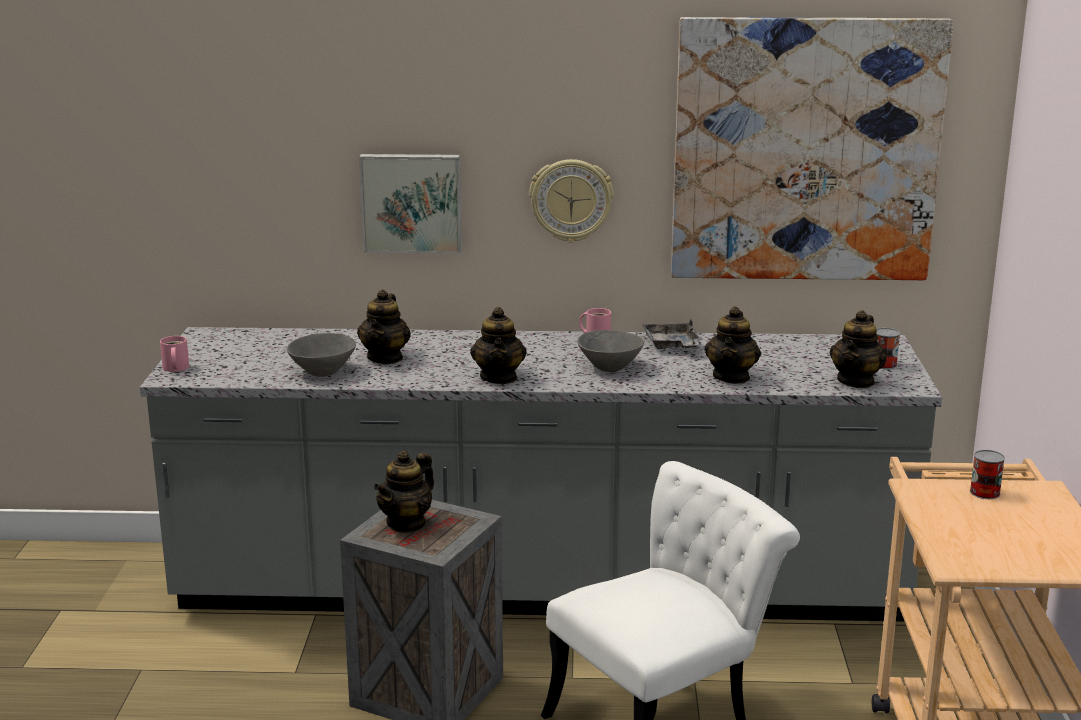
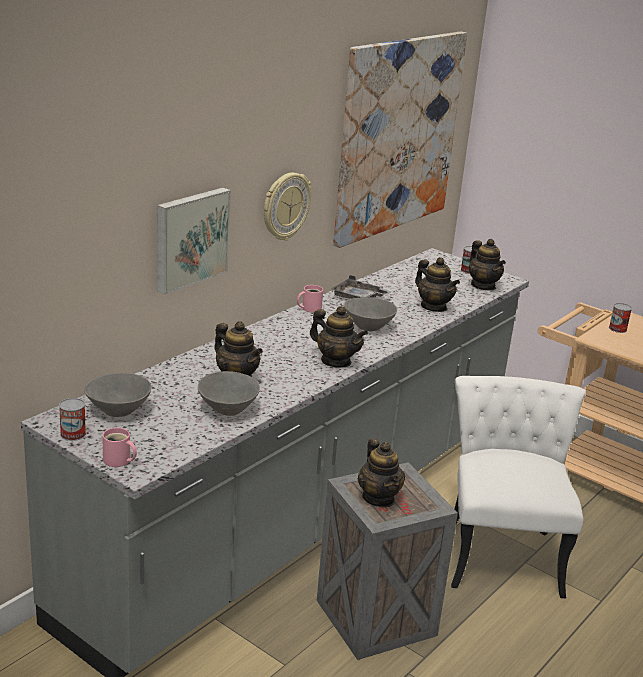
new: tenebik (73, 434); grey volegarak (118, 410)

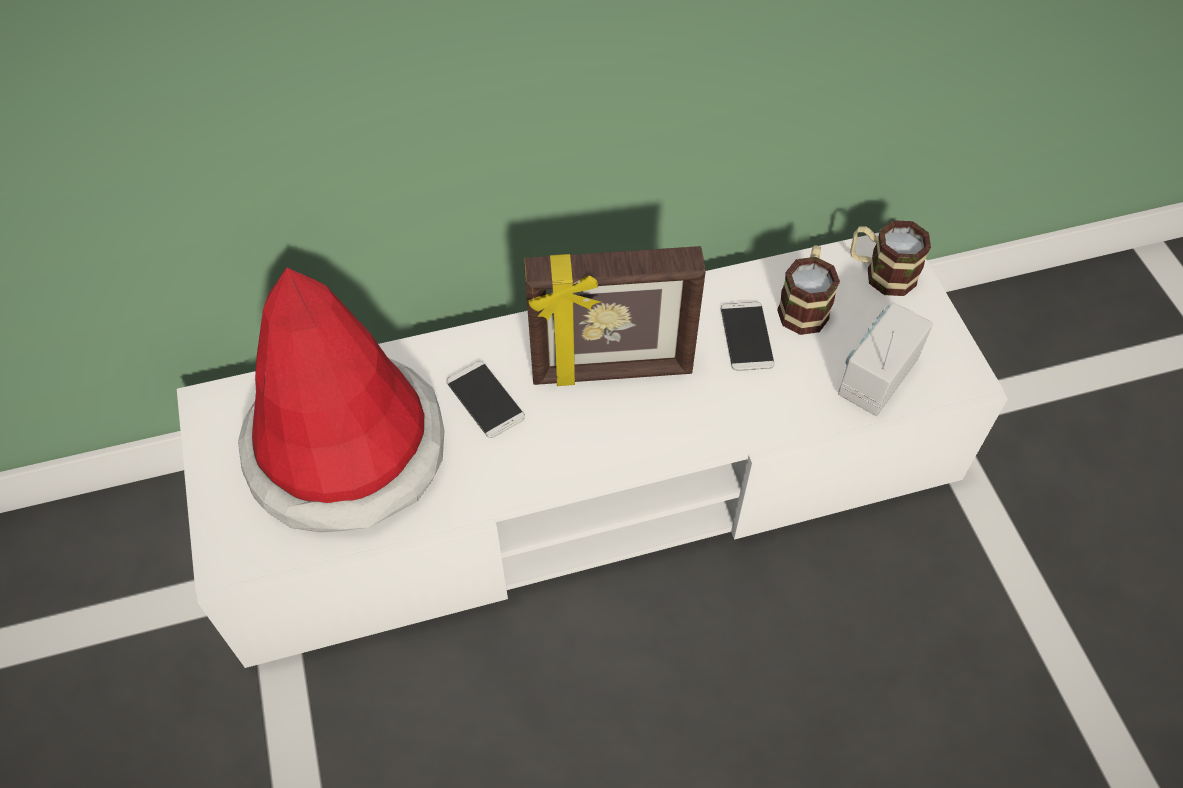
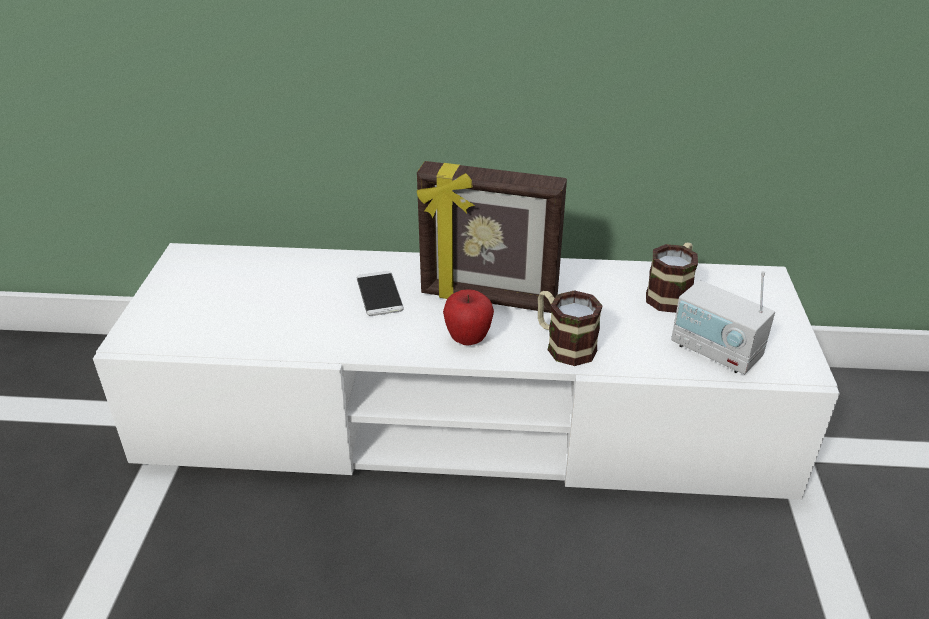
gone: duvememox (347, 450); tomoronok (746, 336)
new: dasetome (468, 339)
shifted: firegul (880, 273) to (563, 345)
rotated: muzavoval (876, 378) = (715, 351) 105 degrees counterclockwise

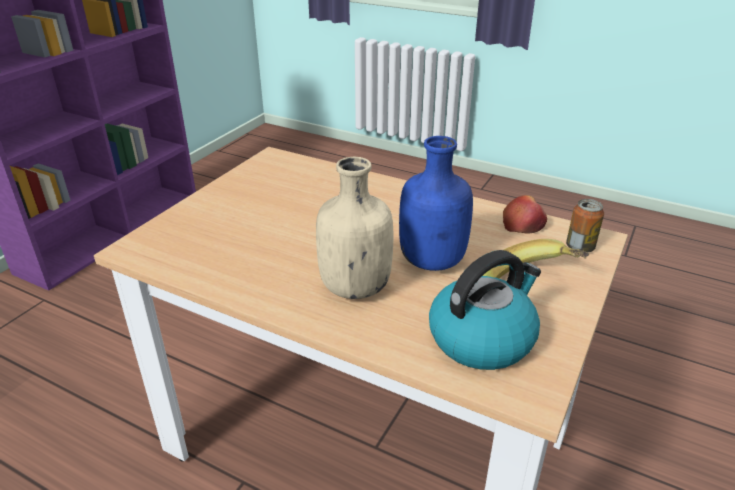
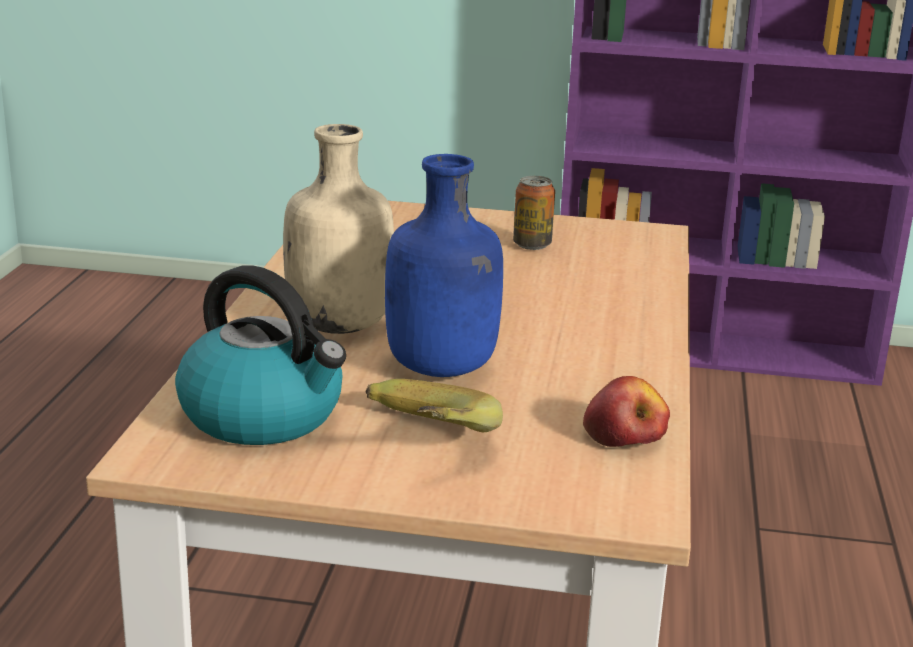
shifted: tenebik (580, 247) to (532, 245)

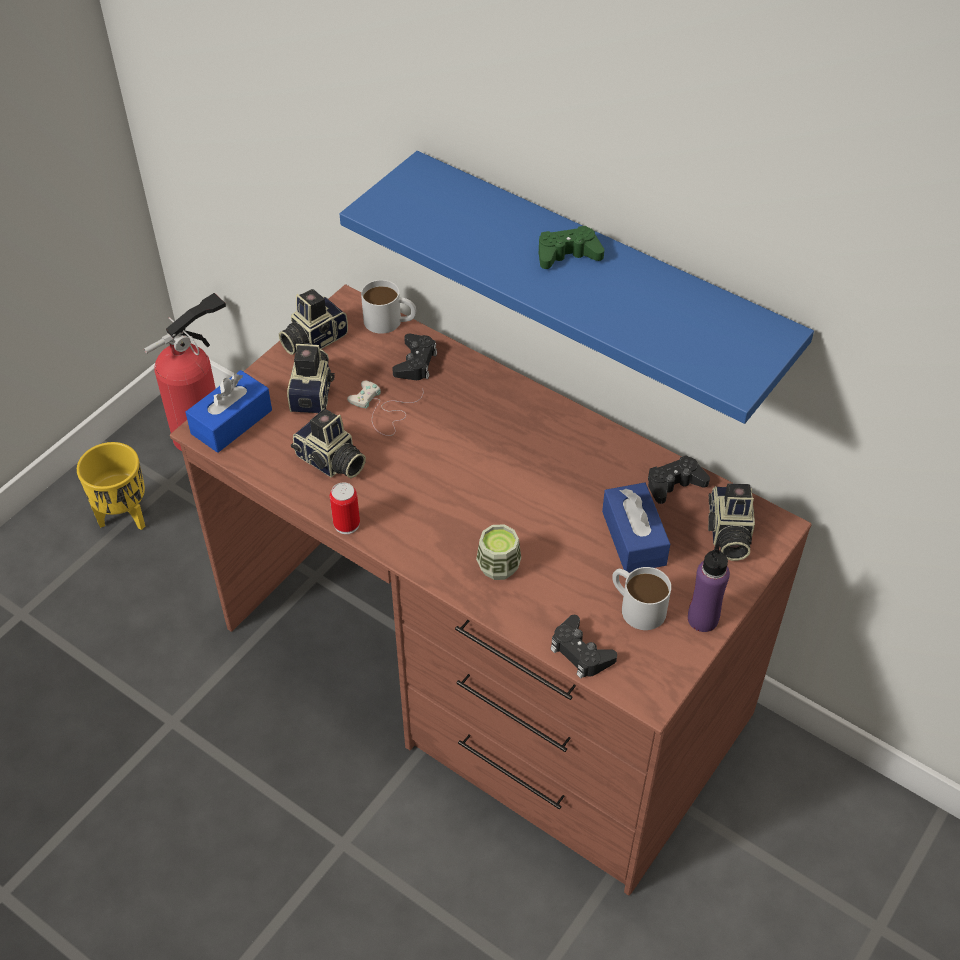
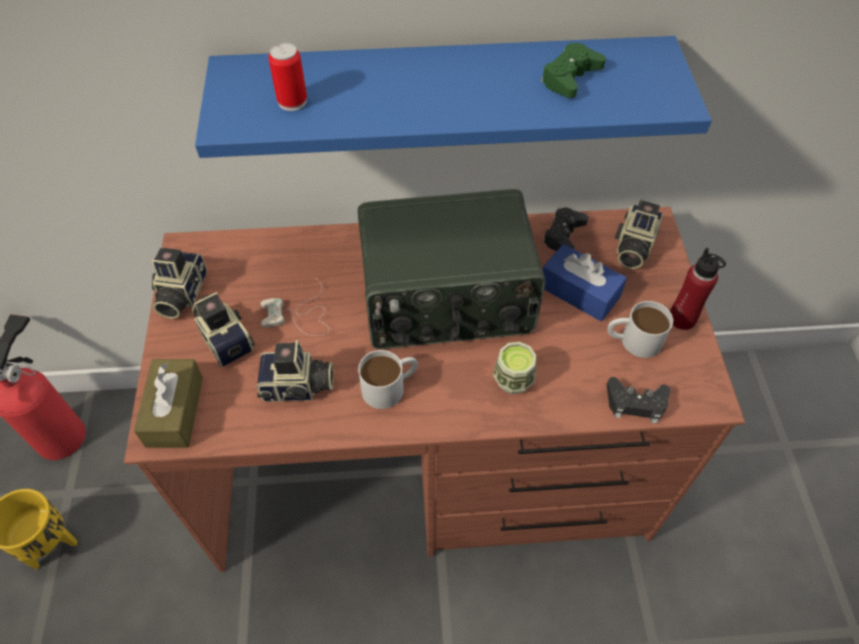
gone: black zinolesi (416, 362)
new: muzavoval (447, 300)
shifted: tenebik (346, 524) to (292, 101); white firegul (390, 321) to (390, 386); green zinolesi (567, 254) to (570, 77)
repainted: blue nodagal (231, 422) to brown nodagal (175, 411); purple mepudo (702, 619) to red mepudo (682, 319)
rotated: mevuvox (728, 534) = (632, 247) 60 degrees clockwise

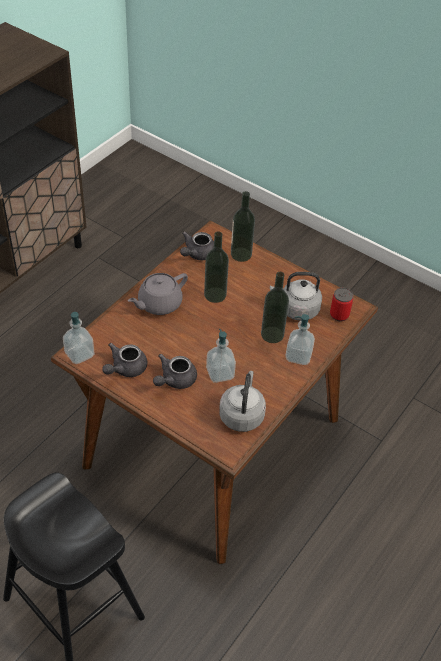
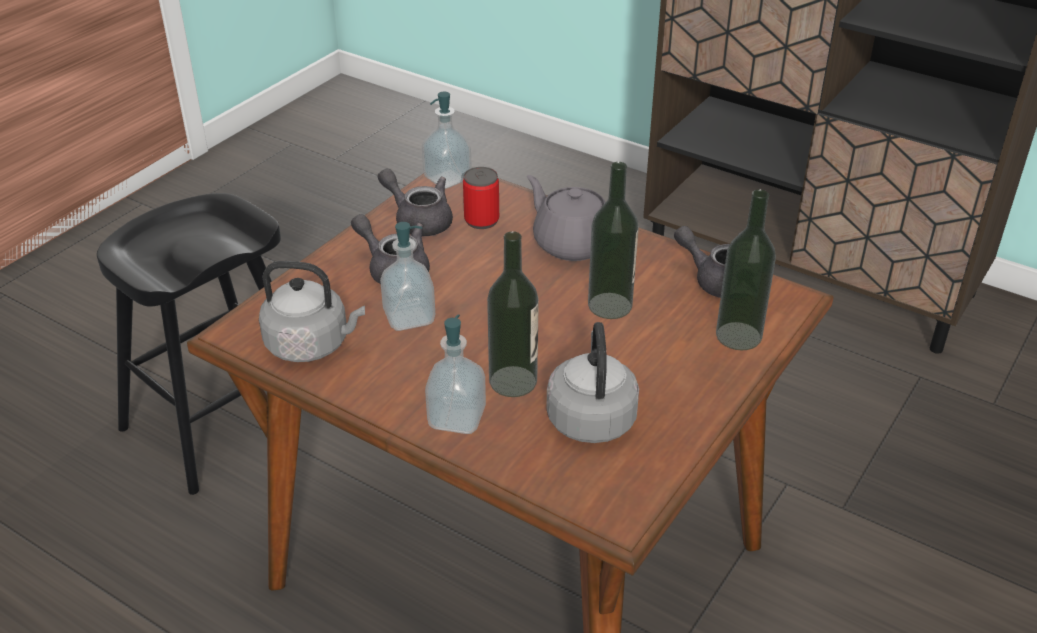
shifted: tenebik (339, 314) to (481, 220)

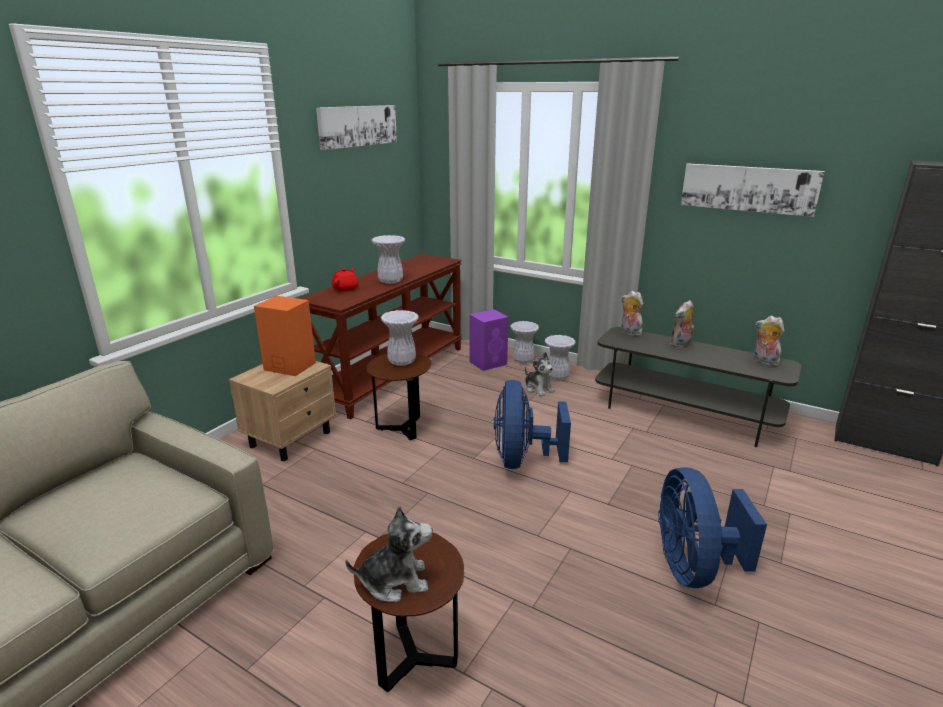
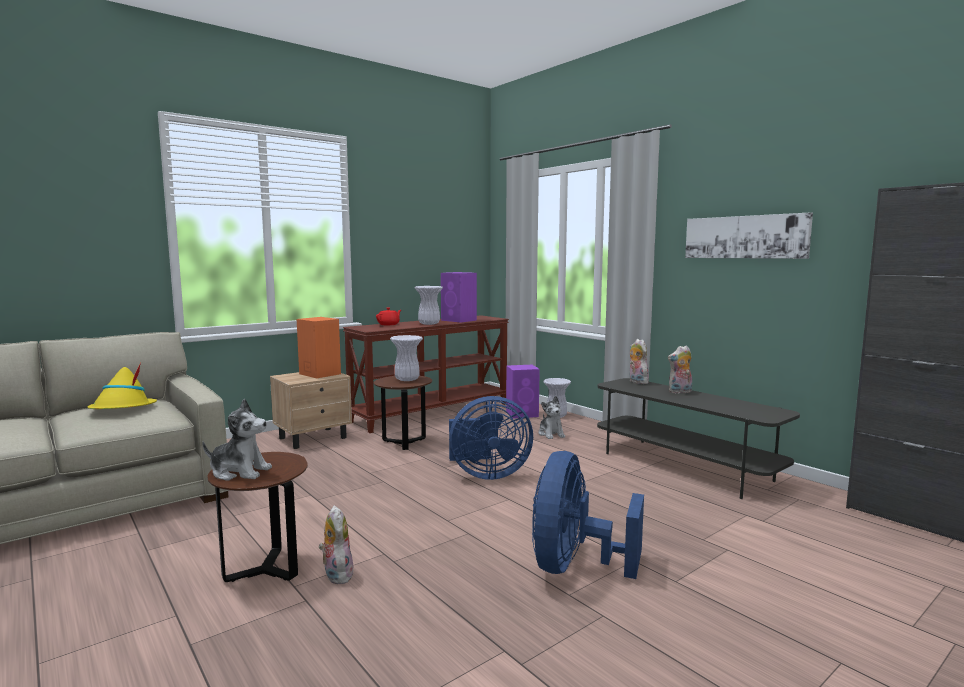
gone: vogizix (357, 126); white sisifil (558, 377)
new: yellow duvememox (122, 409); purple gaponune (459, 320)
shifted: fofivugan (763, 362) to (336, 574)
rotated: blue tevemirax (522, 459) = (486, 474) 120 degrees counterclockwise

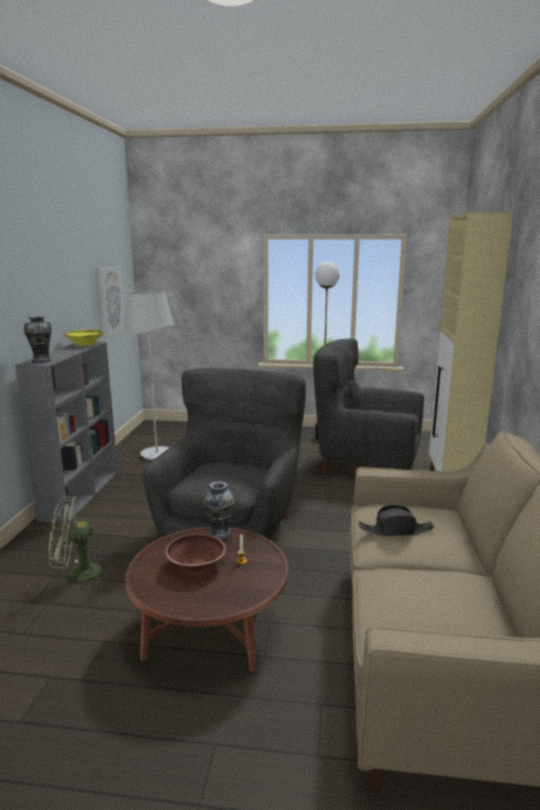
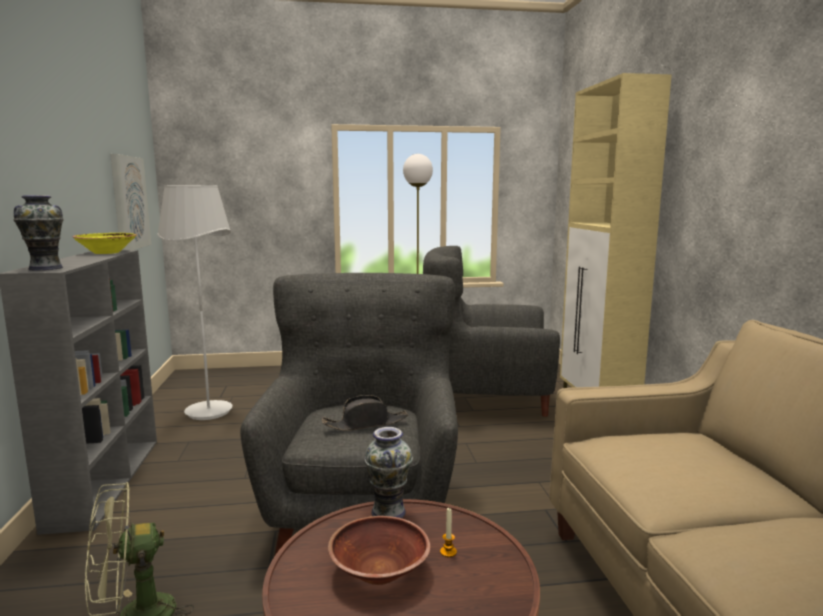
shifted: black duvememox (396, 530) to (366, 423)

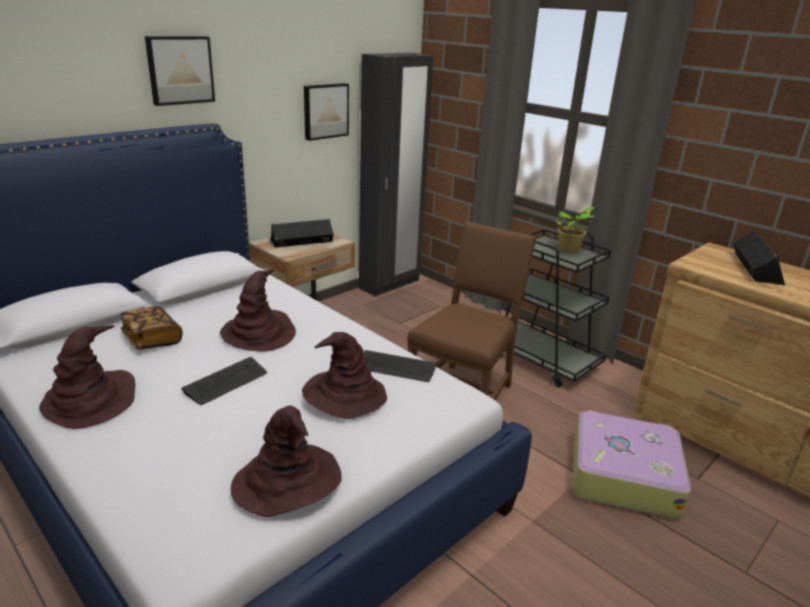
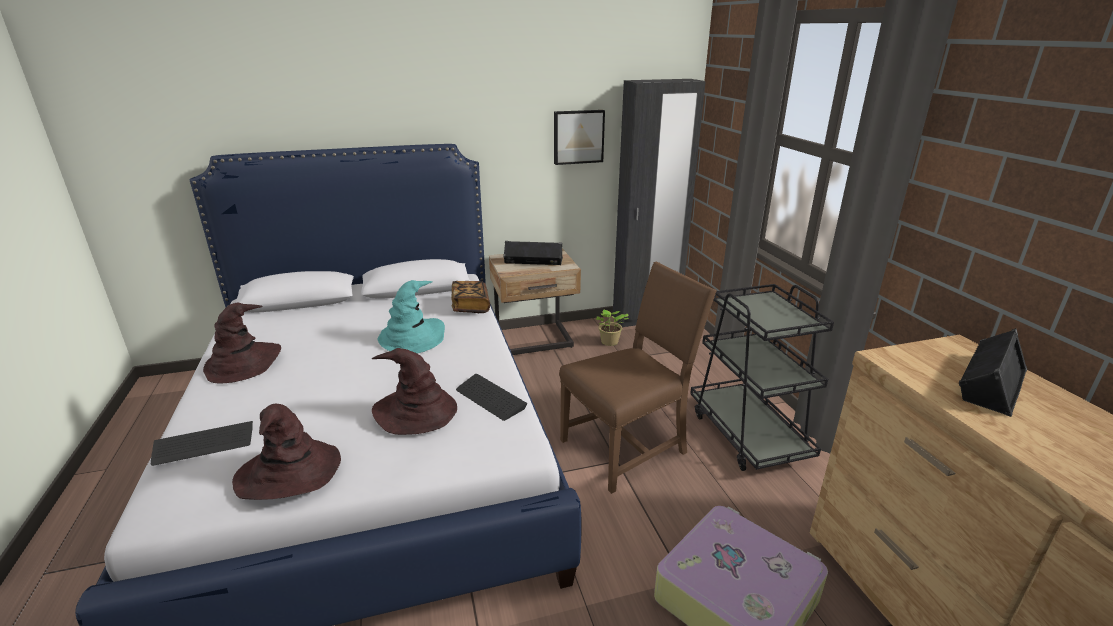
gone: vogizix (180, 70)
shifted: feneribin (152, 339) to (470, 306); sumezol (226, 382) to (204, 444); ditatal (569, 250) to (609, 342)
repainted: brown duvememox (259, 333) to turquoise duvememox (412, 338)

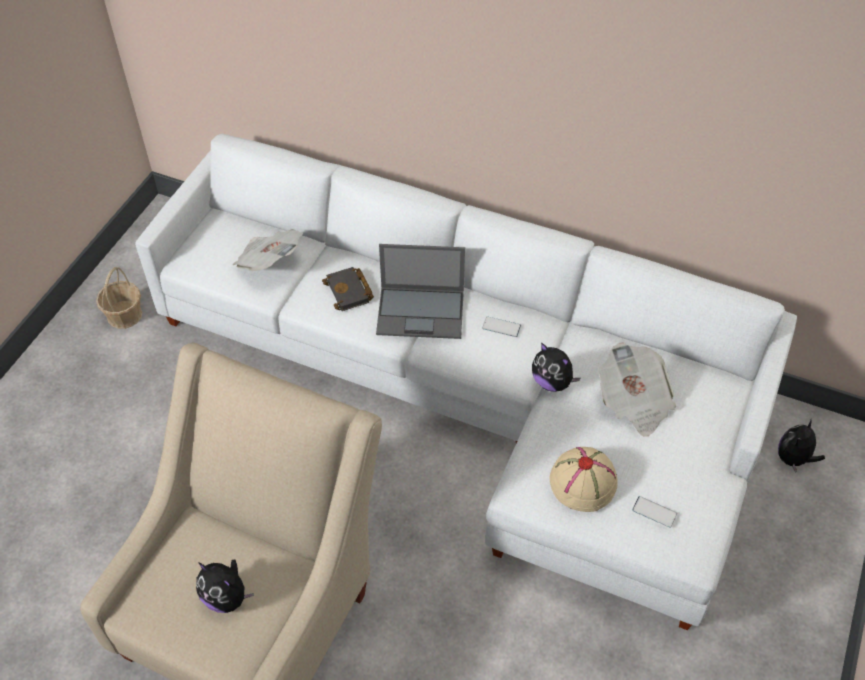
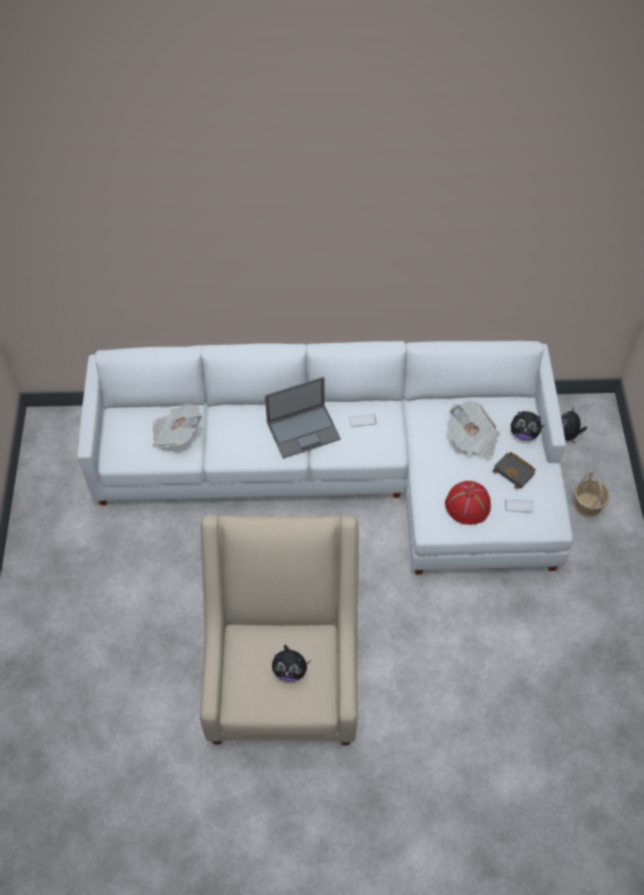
shifted: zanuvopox (125, 315) to (587, 505); black feneribin (350, 292) to (515, 472); fofivugan (552, 382) to (523, 434)
repainted: beige duvememox (583, 481) to red duvememox (468, 504)

